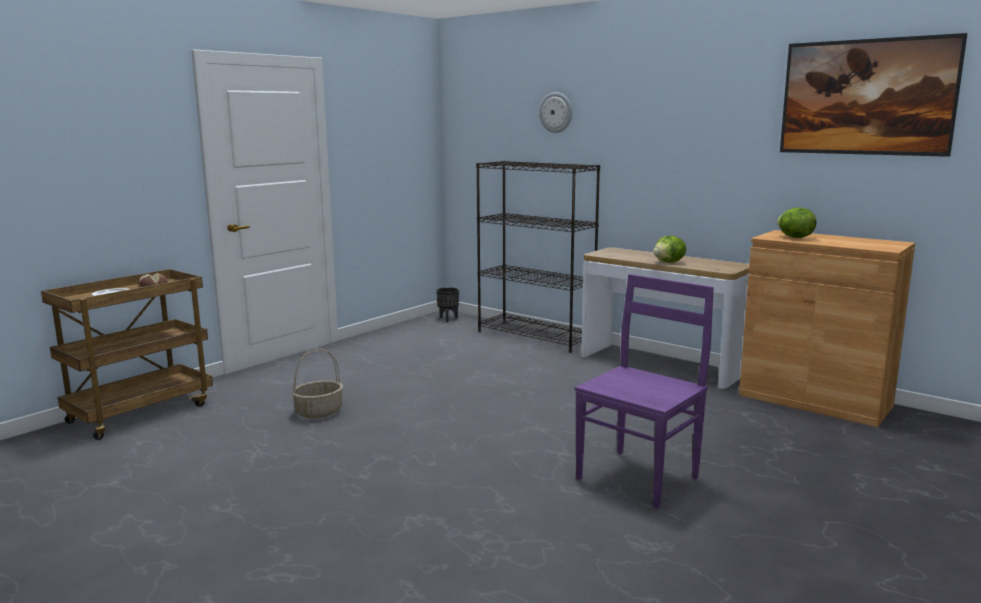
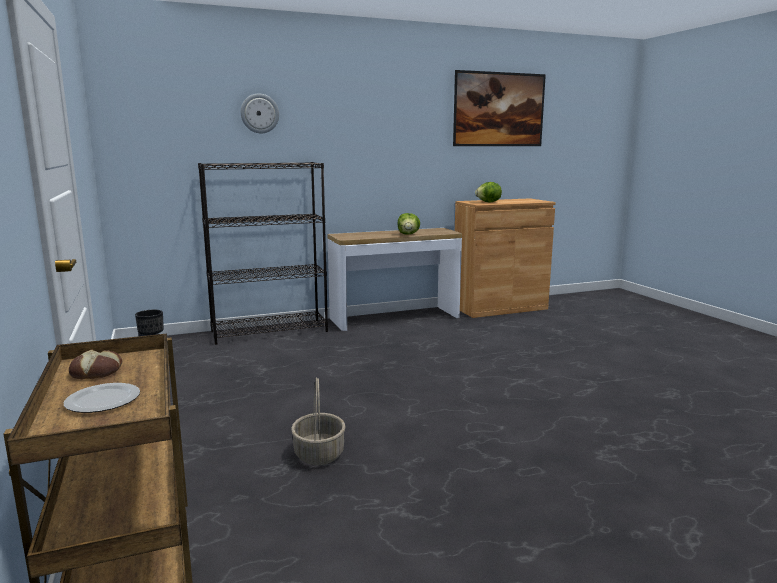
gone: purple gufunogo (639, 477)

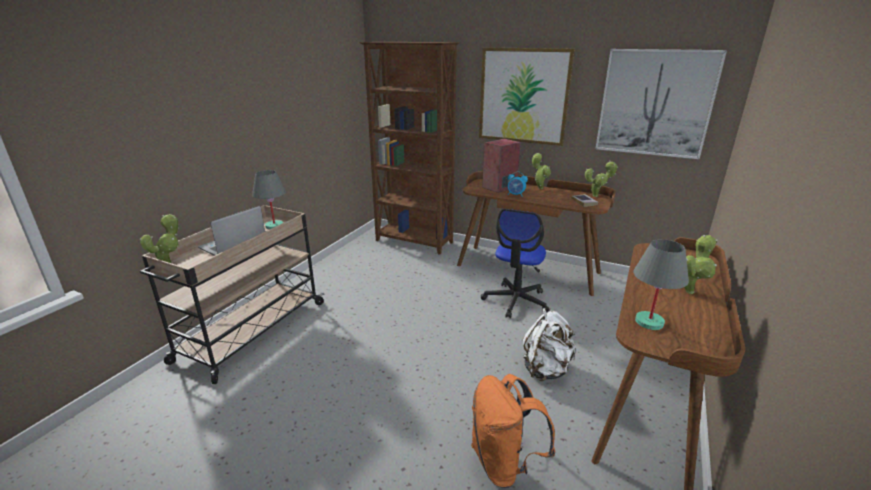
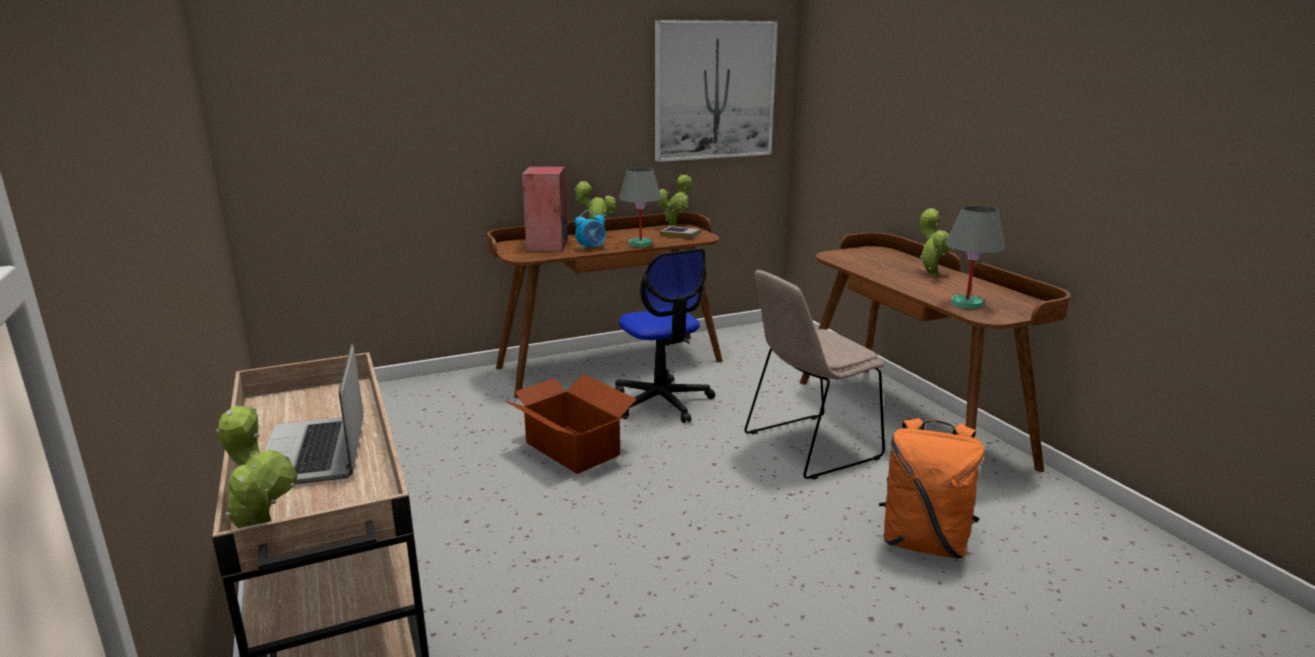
gone: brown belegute (414, 242); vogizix (523, 96)
new: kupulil (572, 448)
shifted: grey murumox (274, 226) to (640, 244)
swapped: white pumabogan (546, 369) to beige gufunogo (808, 447)

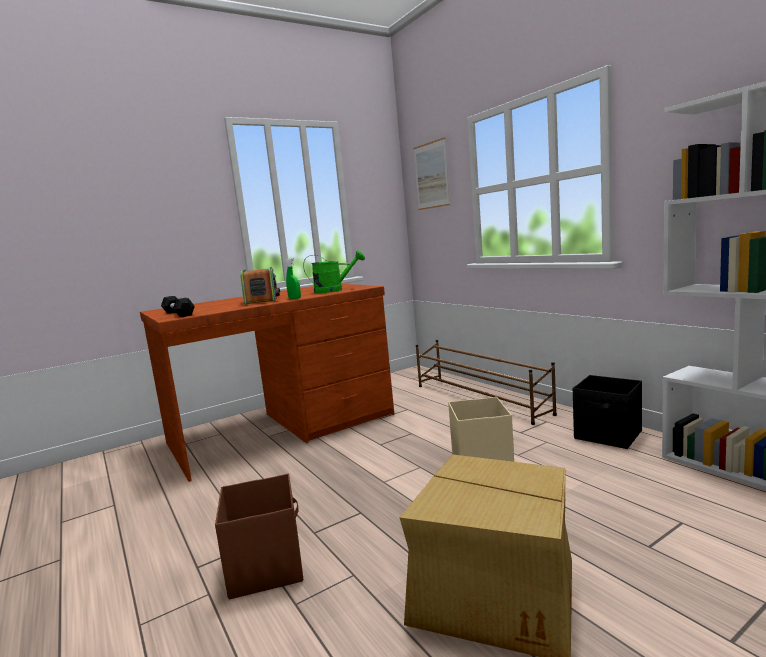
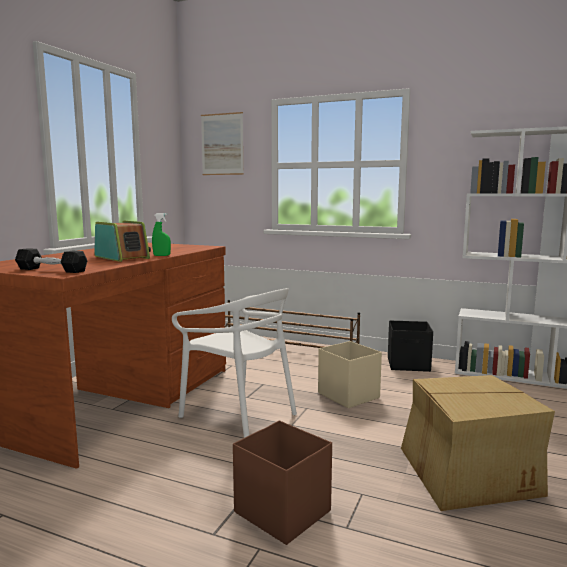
gone: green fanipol (334, 290)
new: white gufunogo (239, 414)

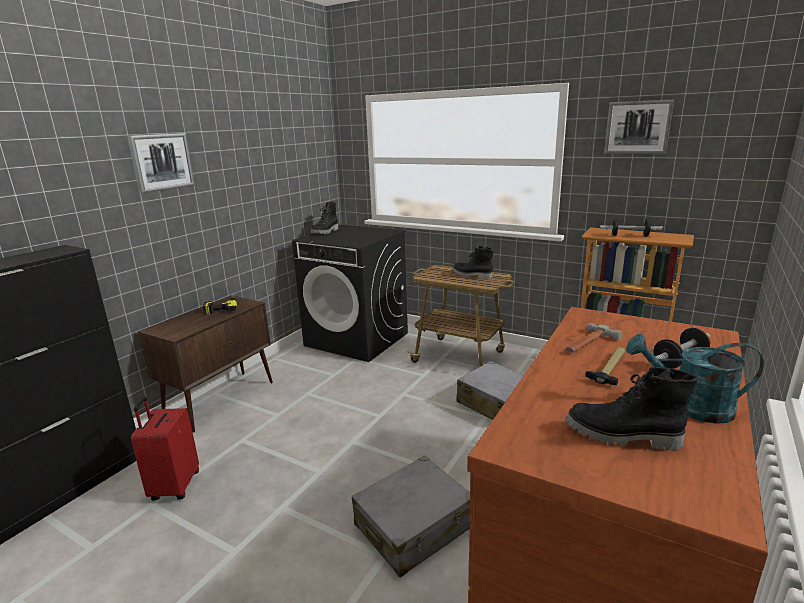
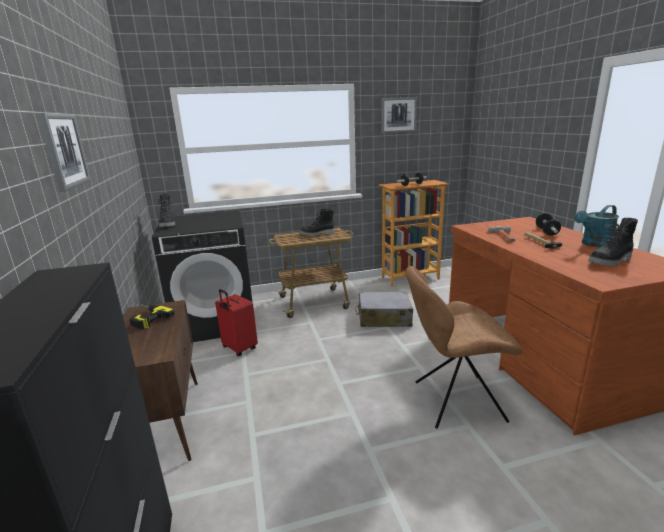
shifted: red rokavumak (174, 486) to (239, 348)
swapped: grey rokavumak (414, 526) to brown gufunogo (454, 401)

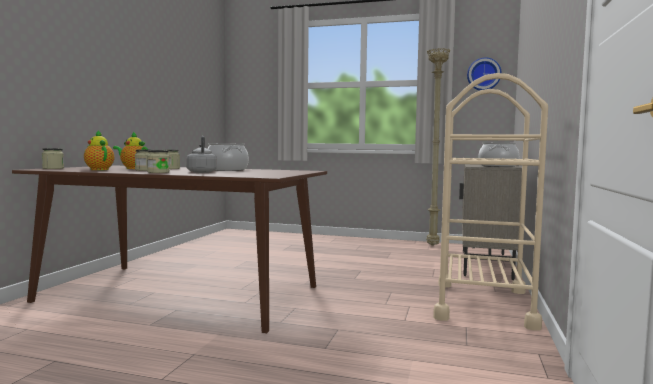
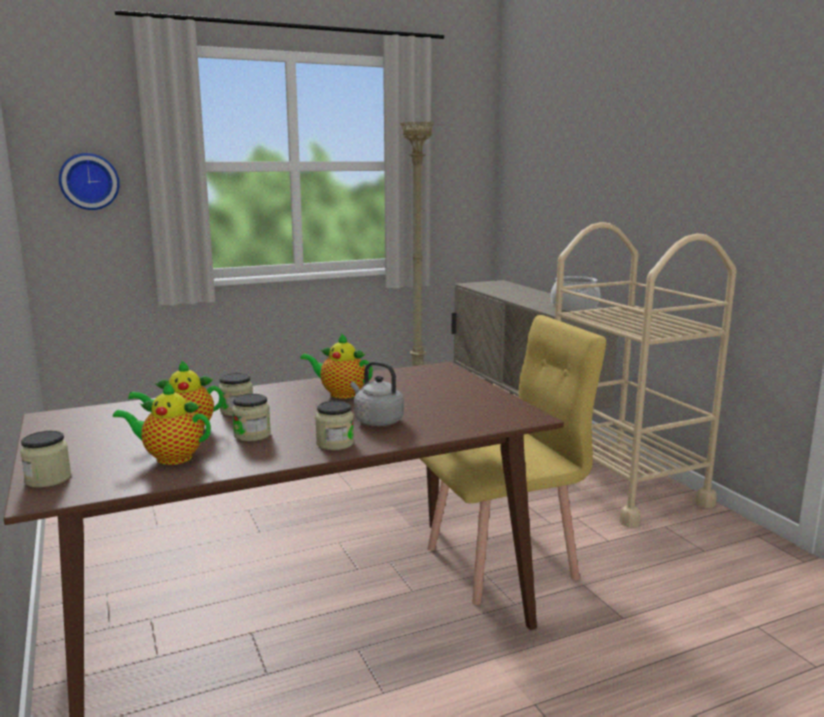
new: yellow gufunogo (502, 563)
shifted: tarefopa (483, 74) to (89, 181)
swapped: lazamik (227, 170) to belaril (340, 394)

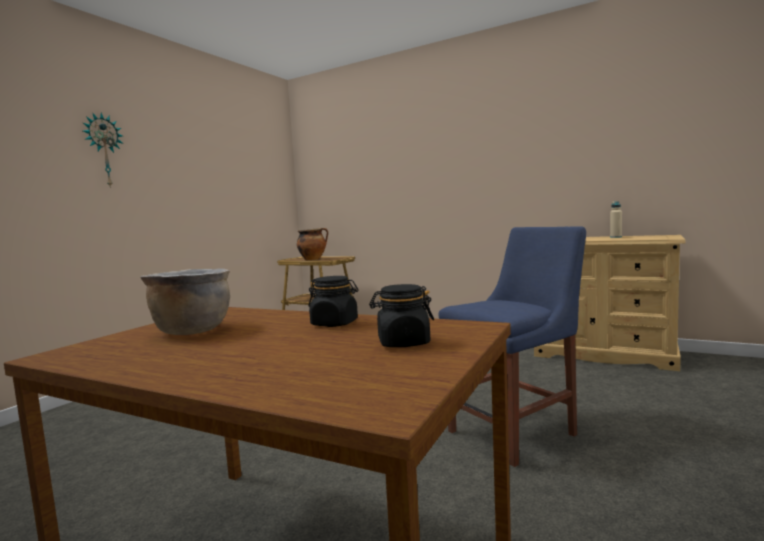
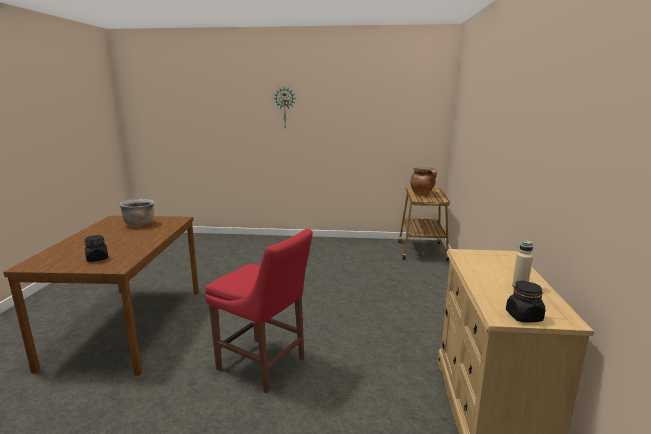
shifted: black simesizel (335, 323) to (524, 316)
repainted: blue gufunogo (516, 431) to red gufunogo (264, 365)

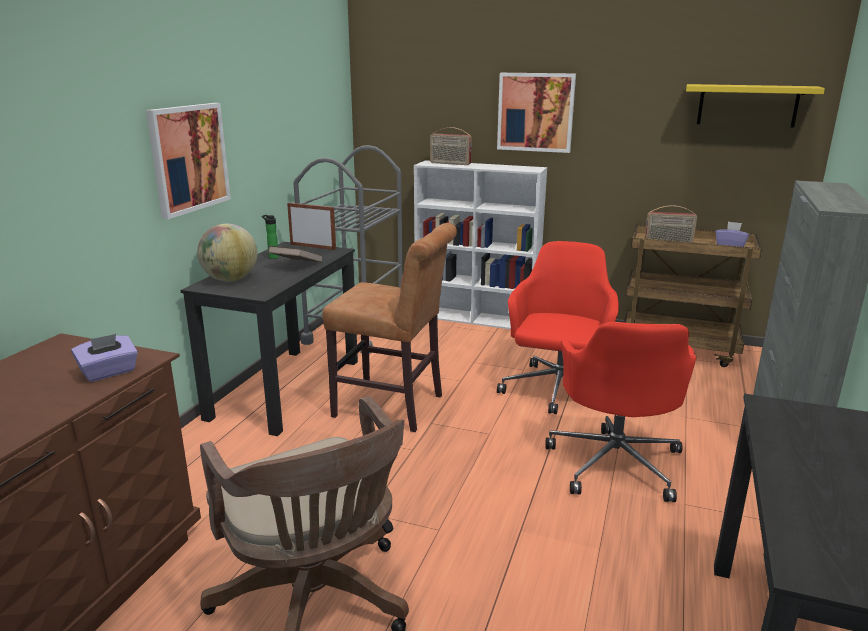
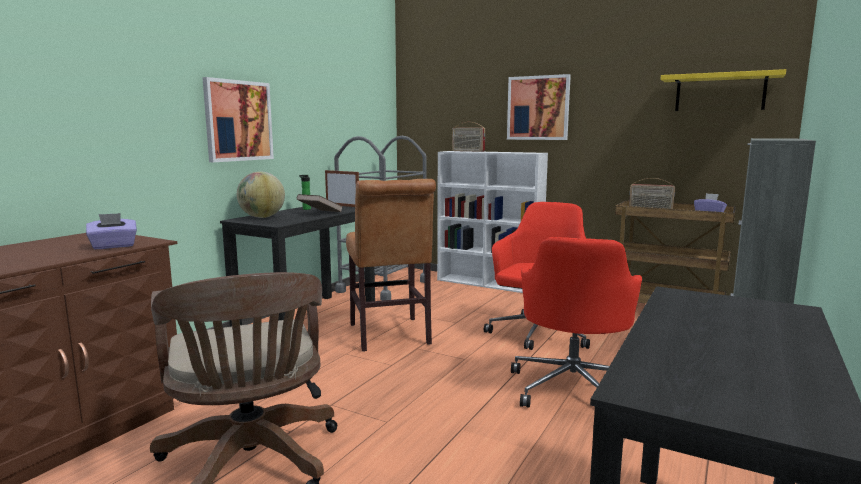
rotated: brown gufunogo (394, 407) = (390, 336) 45 degrees clockwise

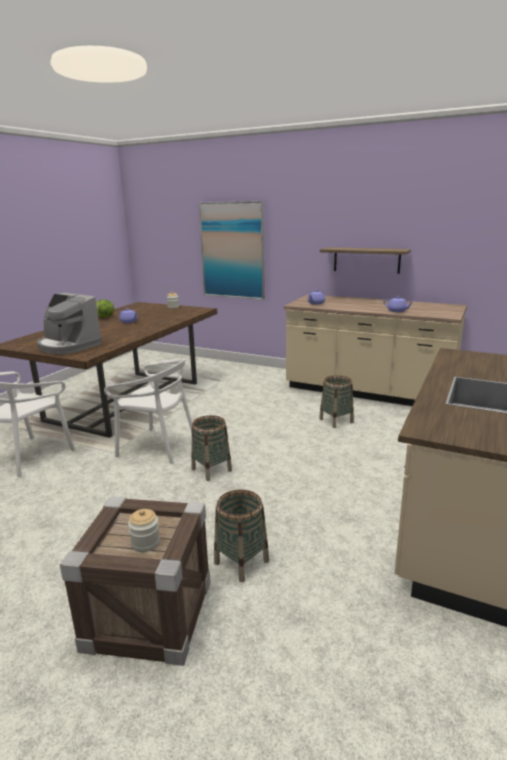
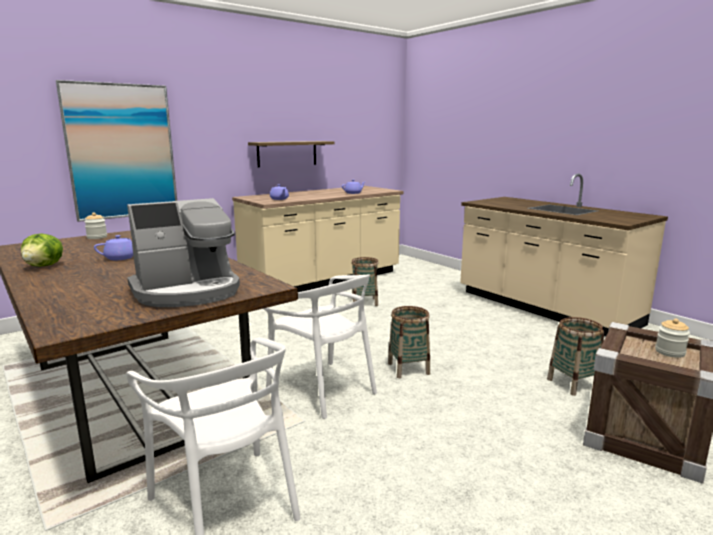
rotated: white gufunogo (157, 447) = (323, 389) 90 degrees clockwise

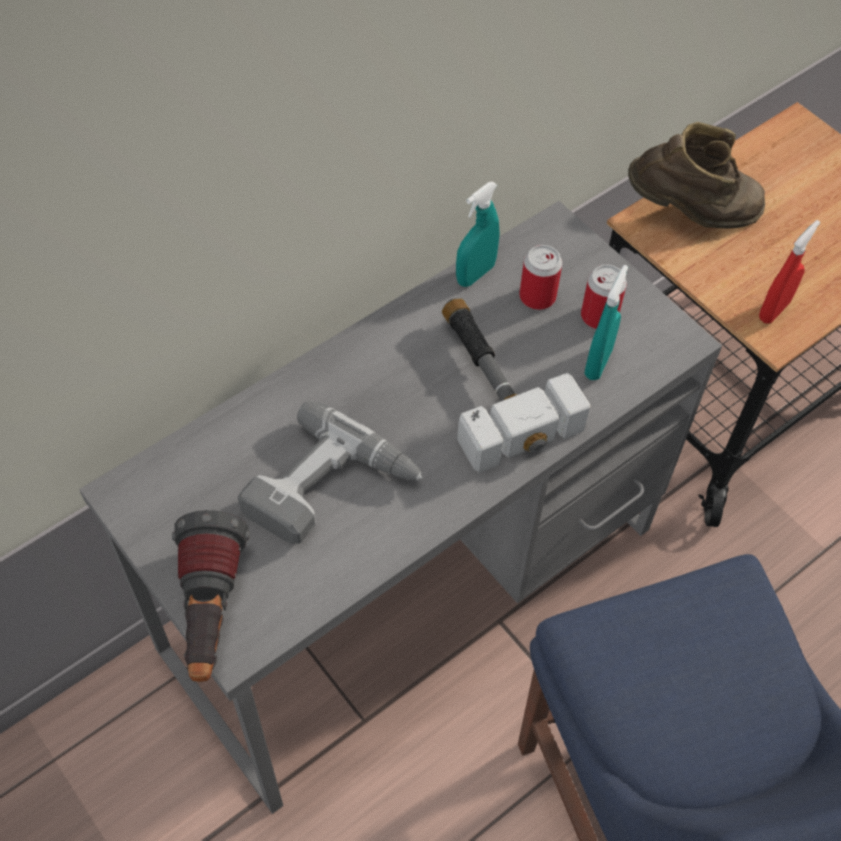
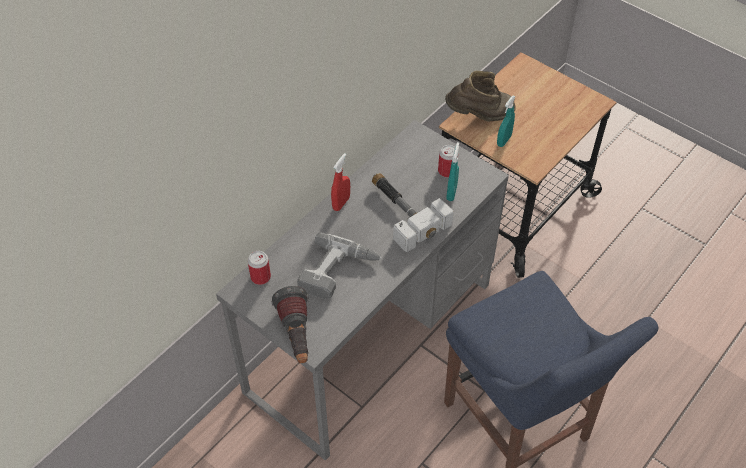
shifted: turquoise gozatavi (475, 274) to (504, 140); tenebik (537, 296) to (260, 277); red gozatavi (774, 310) to (341, 203)

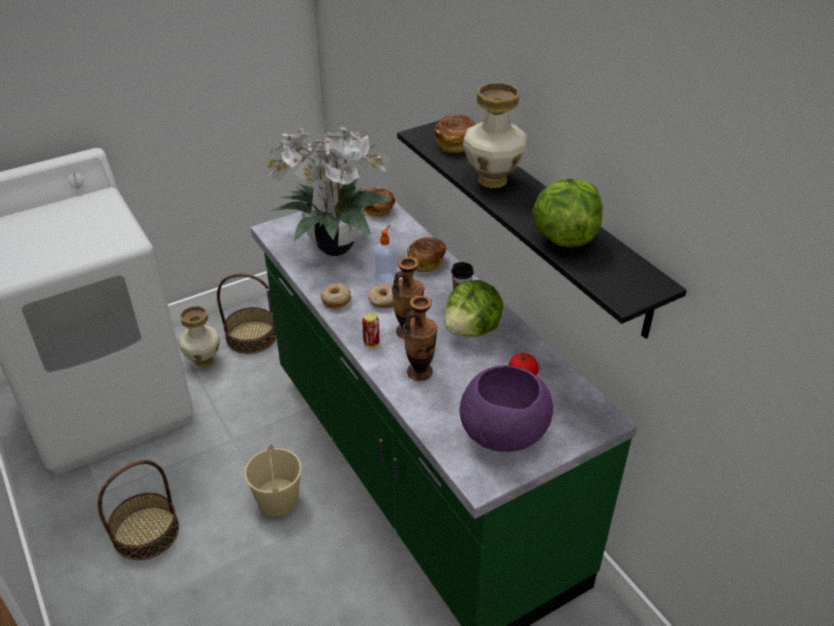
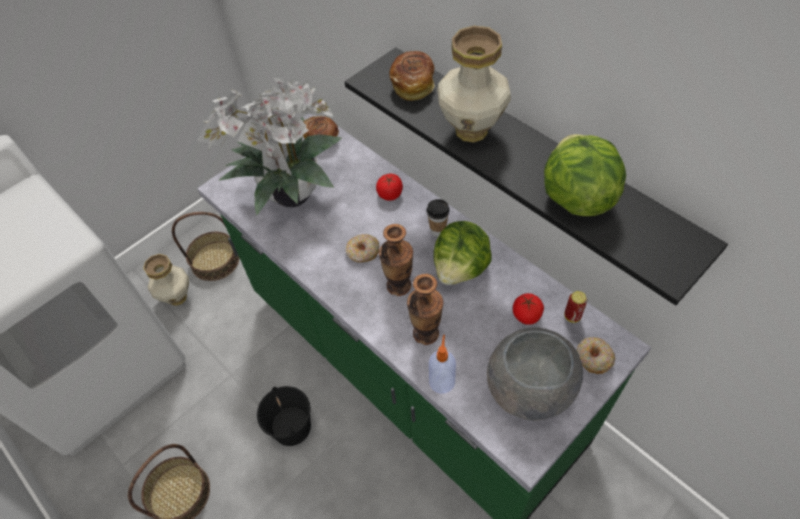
shifted: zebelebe (336, 300) to (593, 358); tenebik (371, 343) to (572, 316); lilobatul (386, 279) to (442, 380)
swapped: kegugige (426, 262) to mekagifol (390, 194)
repainted: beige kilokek (278, 499) to black kilokek (292, 427); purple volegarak (502, 433) to grey volegarak (529, 389)

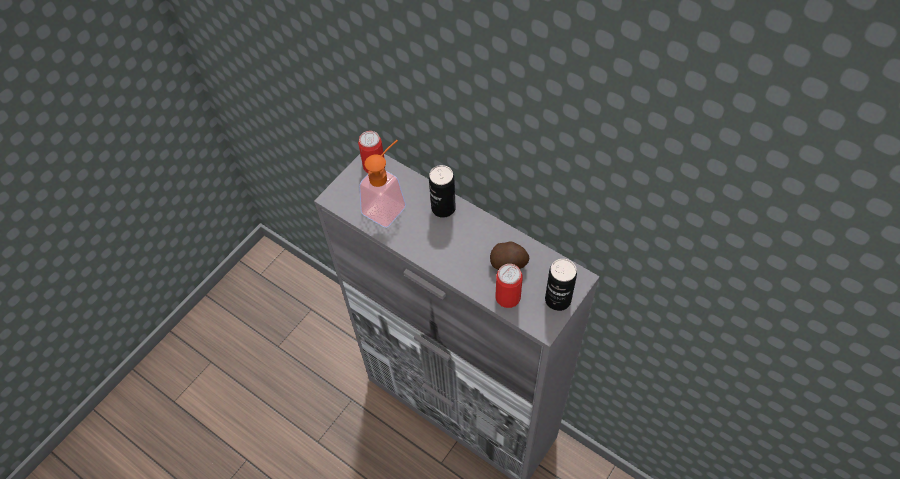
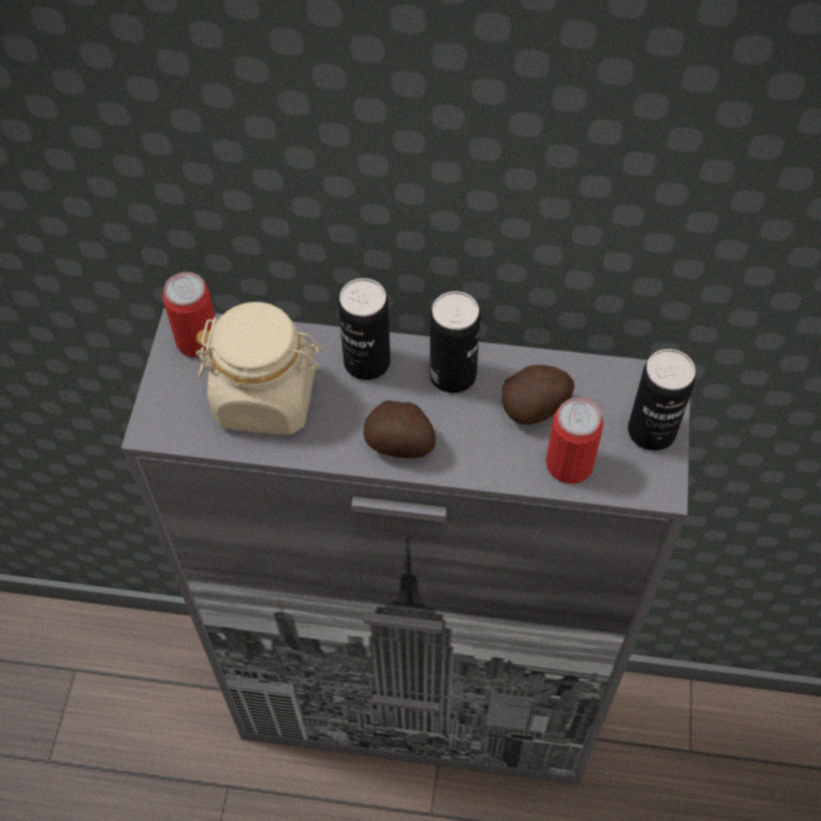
new: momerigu (401, 444); tenebik (453, 375)
swapped: lilobatul (388, 205) to beige simesizel (266, 397)

